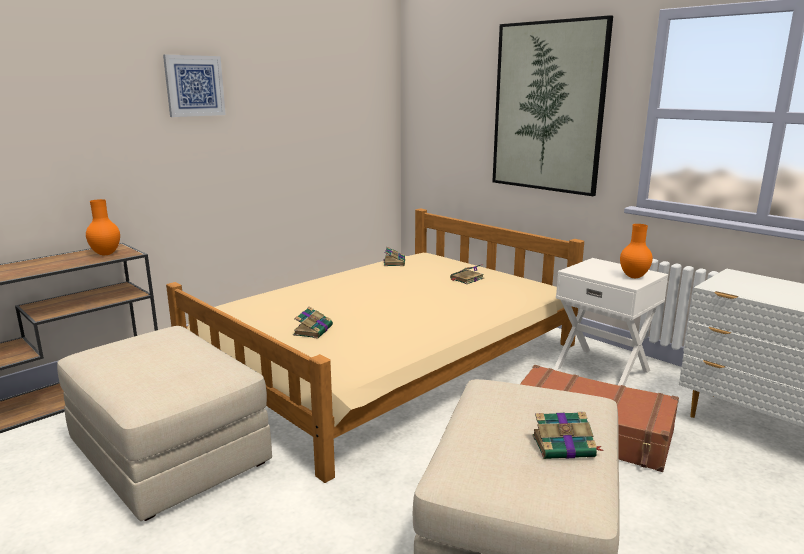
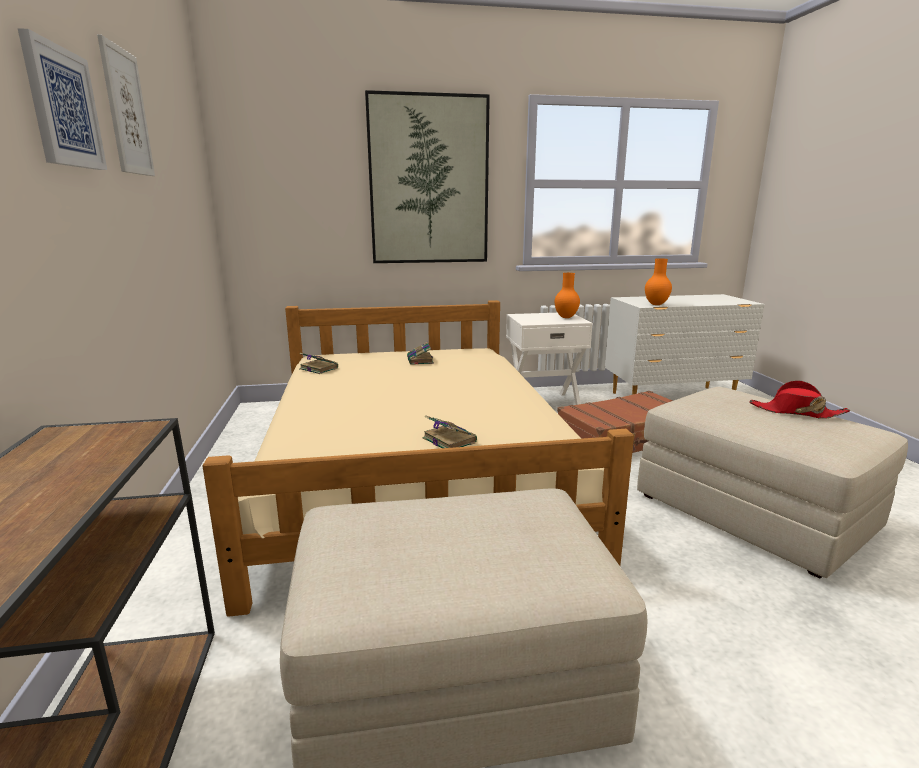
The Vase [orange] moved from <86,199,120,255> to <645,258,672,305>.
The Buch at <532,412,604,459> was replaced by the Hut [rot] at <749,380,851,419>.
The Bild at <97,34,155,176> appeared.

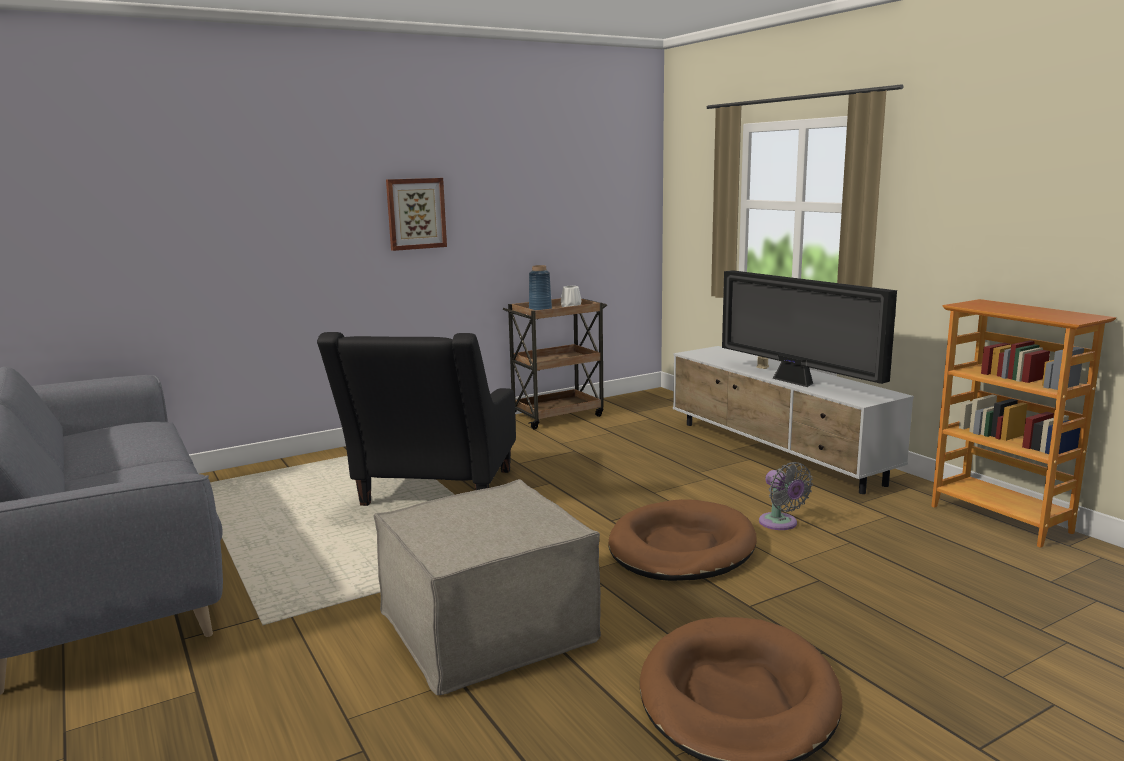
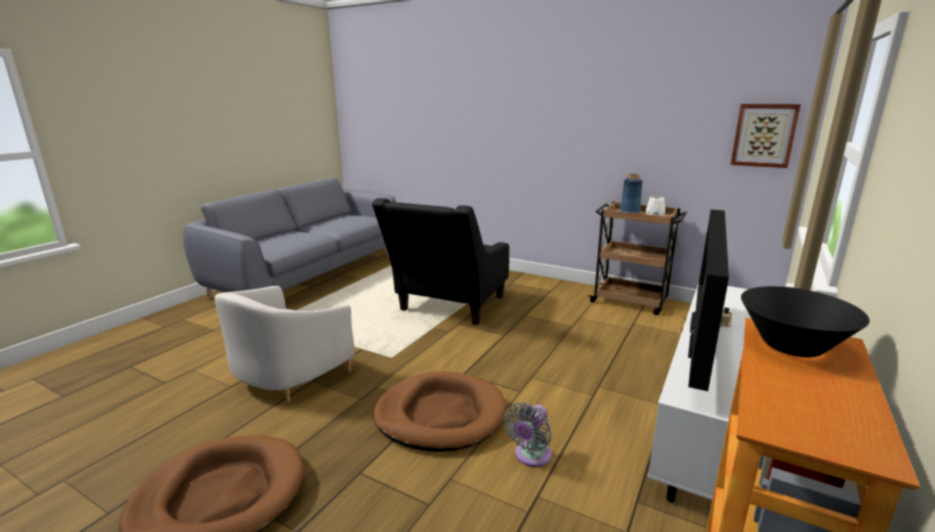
The Sessel [schwarz] at <317,332,516,506> turned 45 degrees counterclockwise.
The Polsterhocker [beige] at <374,479,601,695> was replaced by the Sessel [weiß] at <215,286,355,402>.
The Bild moved from <386,178,447,251> to <731,104,801,168>.
The Schüssel [schwarz] at <741,286,870,357> appeared.

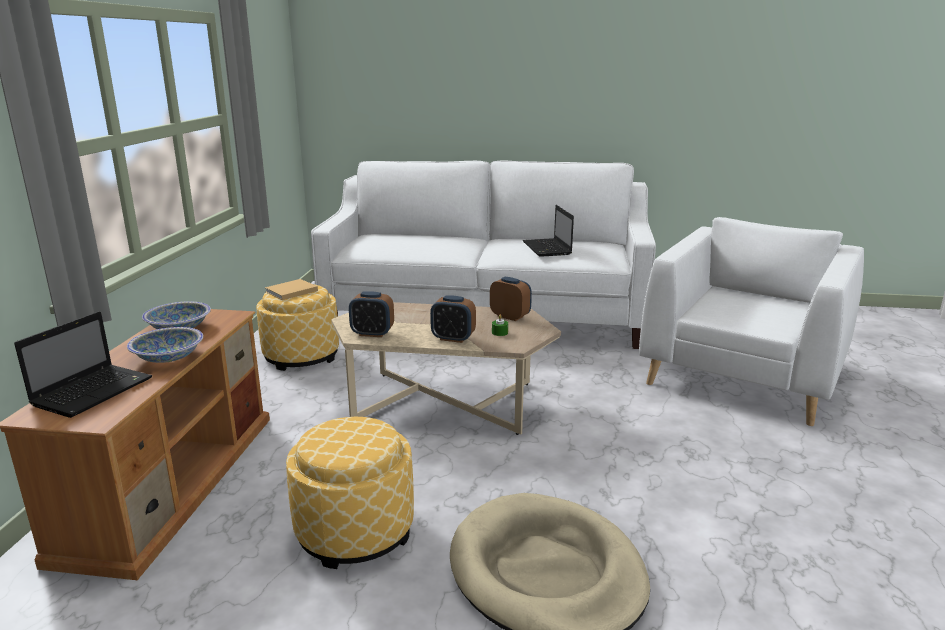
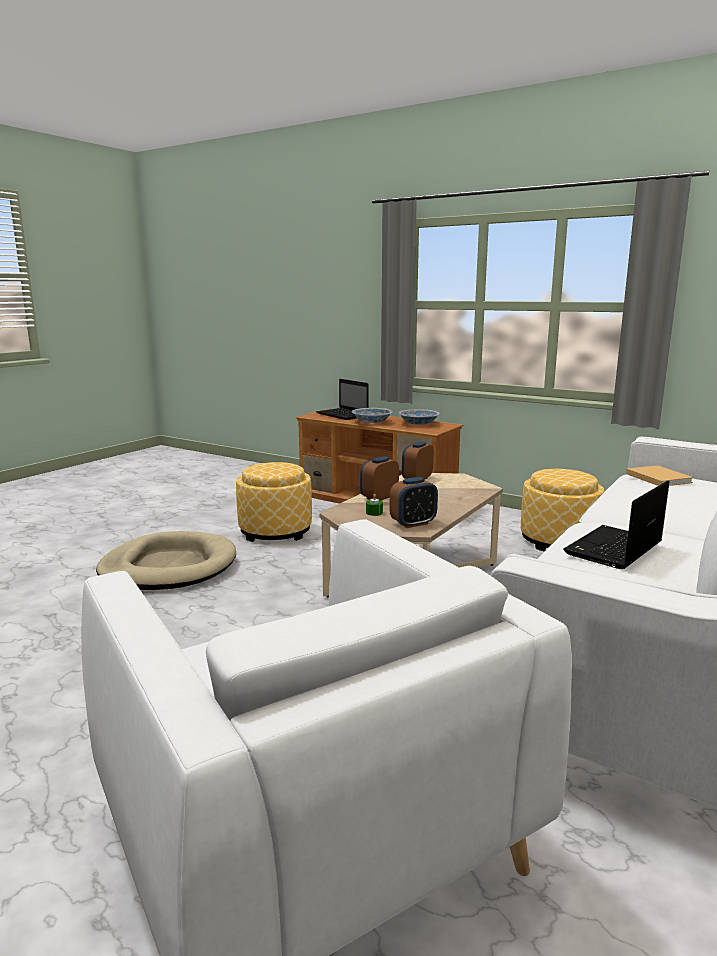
The Buch [beige] moved from <265,279,318,300> to <626,465,694,486>.
The Laptop at <523,205,574,257> turned 60 degrees counterclockwise.

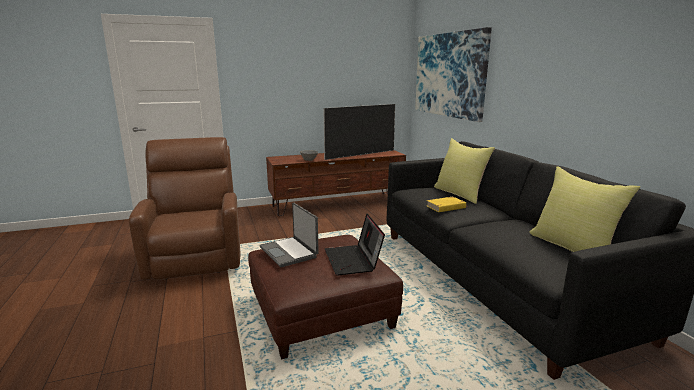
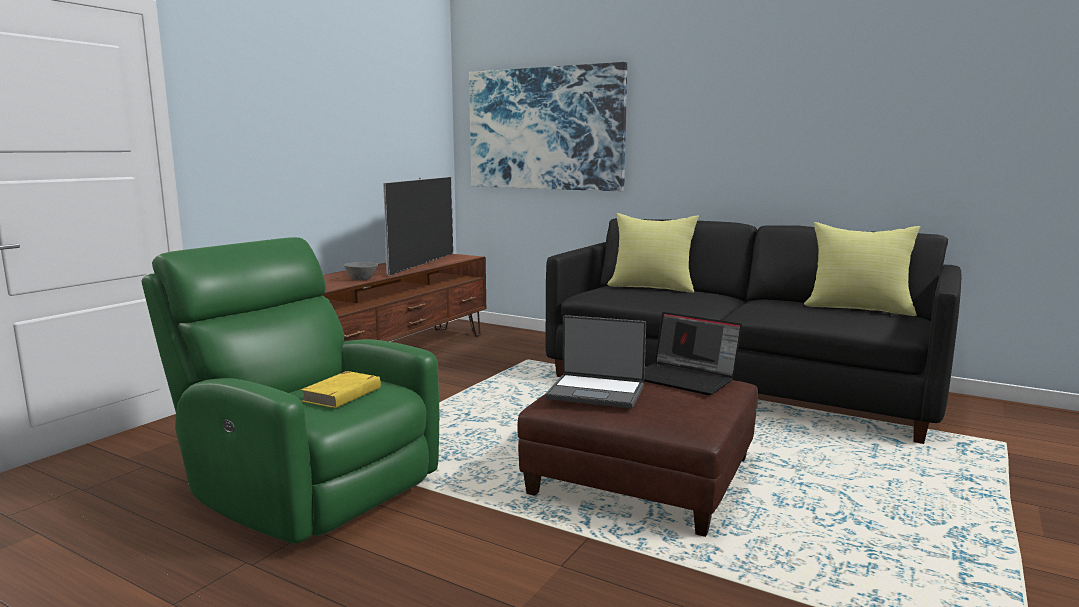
The Sessel [braun] at <129,137,241,280> became the Sessel [grün] at <141,237,439,543>.
The Buch [gelb] moved from <426,197,466,212> to <301,371,381,408>.

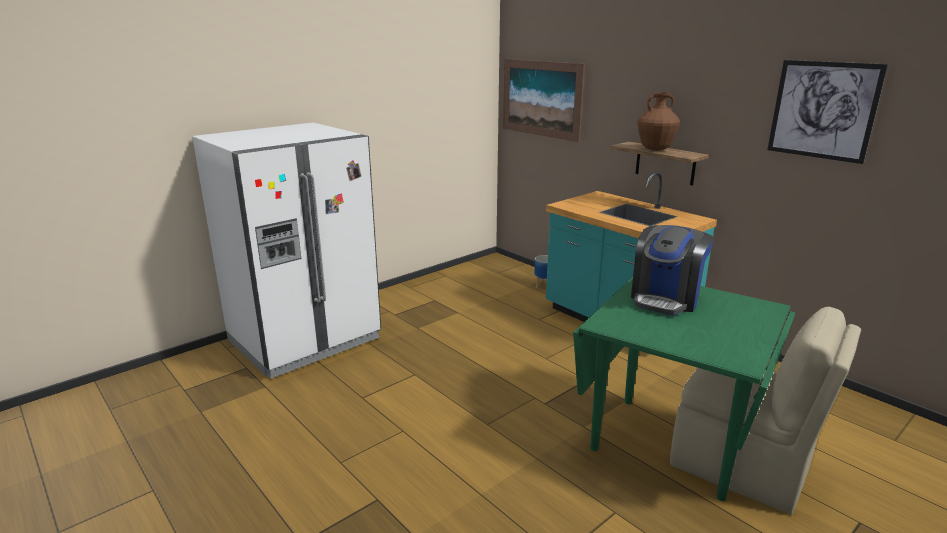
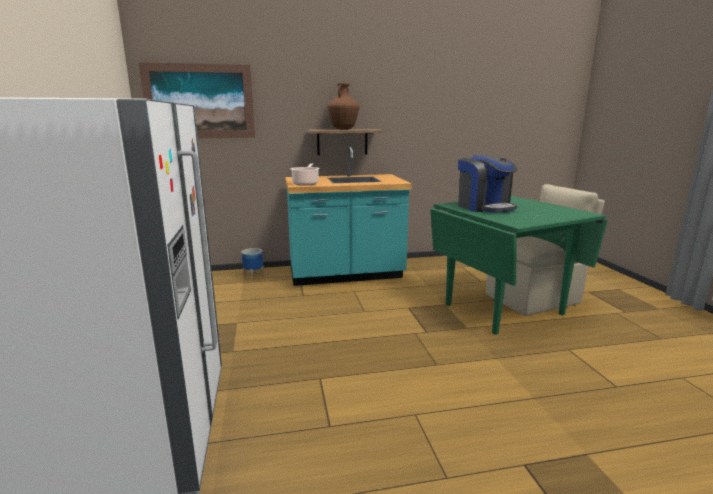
The Bild at <767,60,888,164> disappeared.
The Kochtopf at <291,164,320,186> appeared.

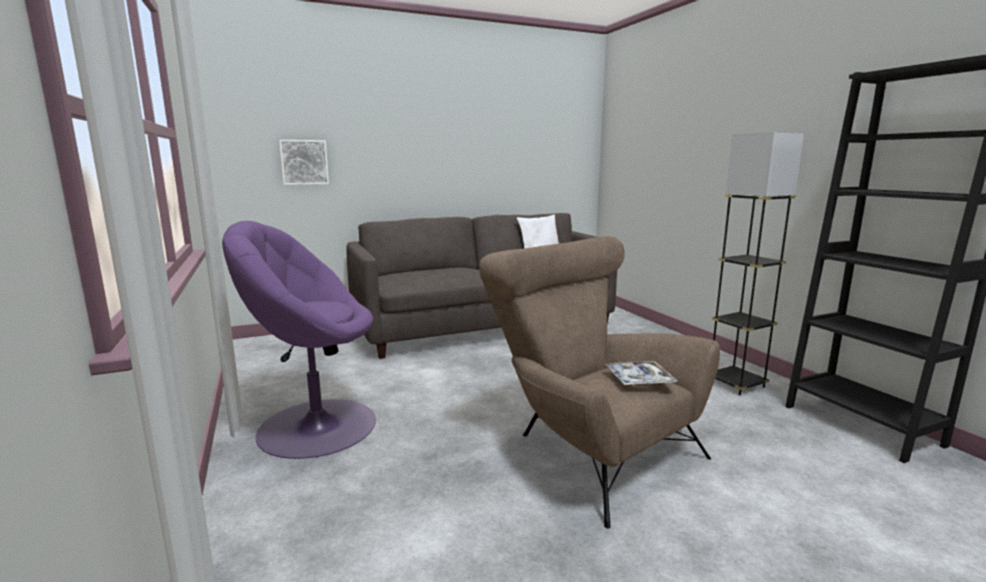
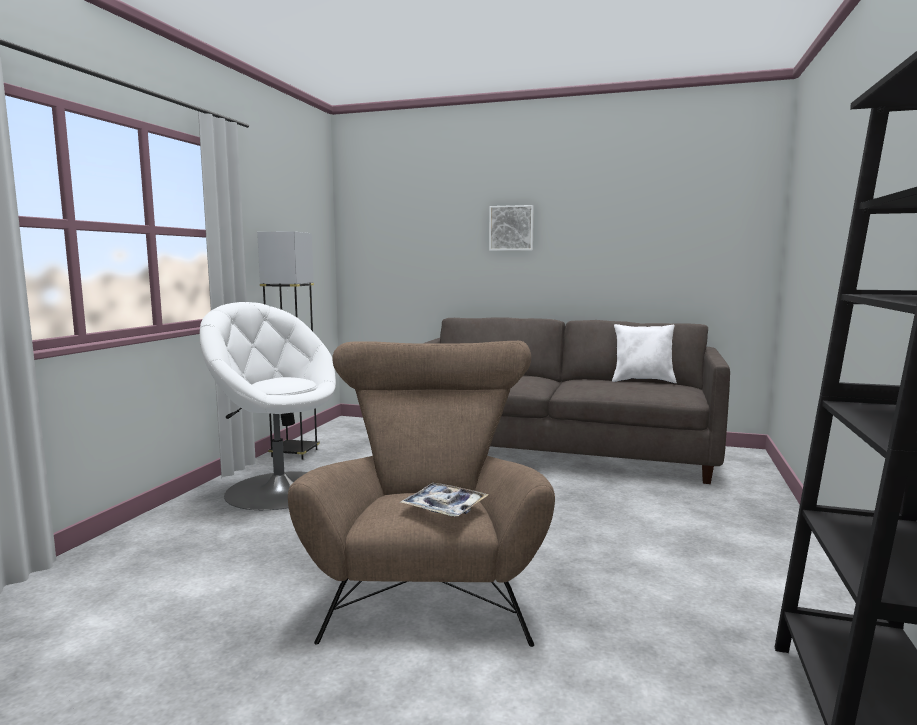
The Sessel [lila] at <222,221,376,459> became the Sessel [weiß] at <200,302,336,510>.
The Bild moved from <279,140,329,185> to <489,205,534,251>.
The Stehlampe [grau] moved from <712,133,804,395> to <257,231,320,460>.

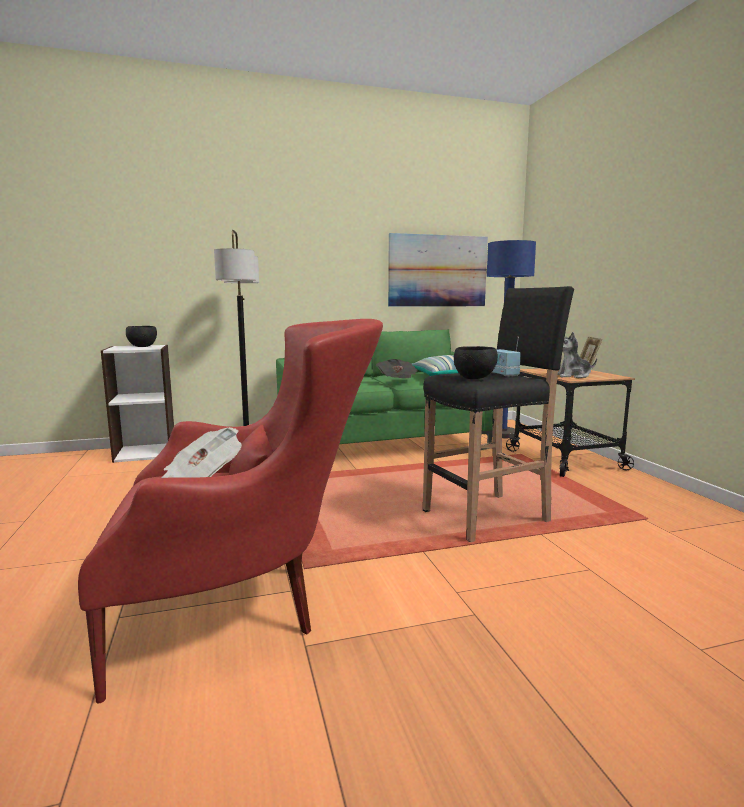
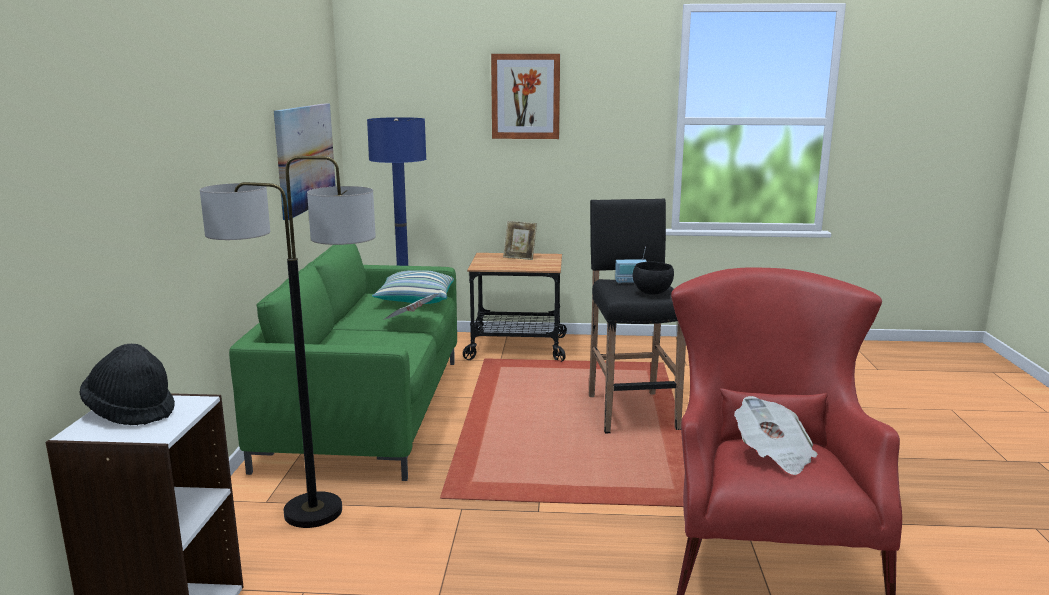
The Schüssel [schwarz] at <126,326,157,347> was replaced by the Hut [schwarz] at <79,344,175,425>.
The Plüschtier at <558,332,597,378> disappeared.
The Bild at <491,54,560,139> appeared.

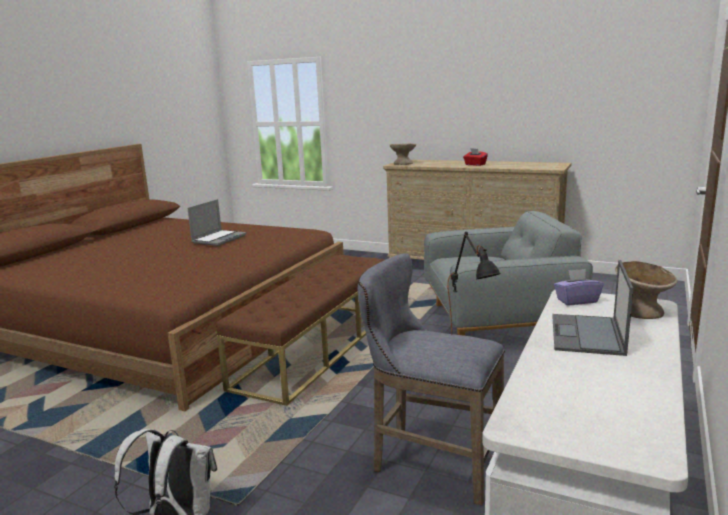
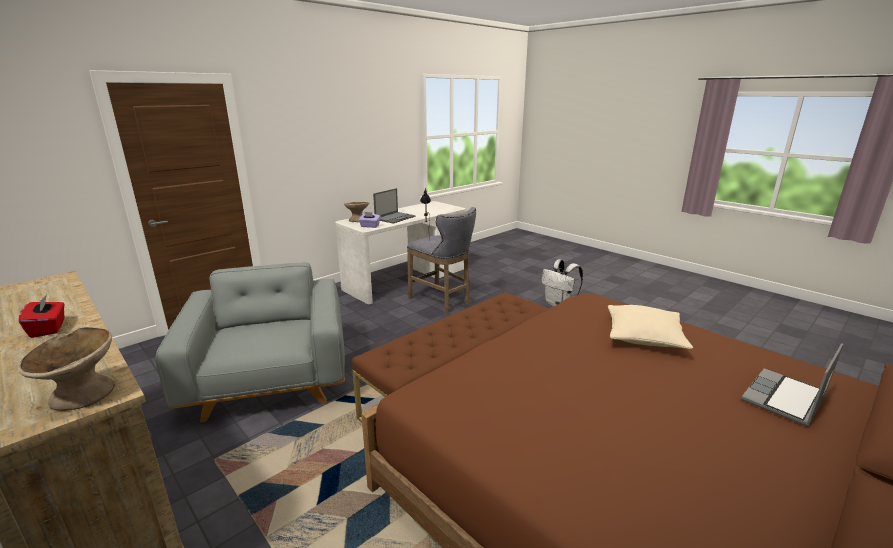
The Laptop moved from <187,199,246,246> to <741,343,843,426>.
The Sessel [grau] at <424,211,593,336> turned 60 degrees clockwise.
The Kissen [beige] at <608,305,693,349> appeared.

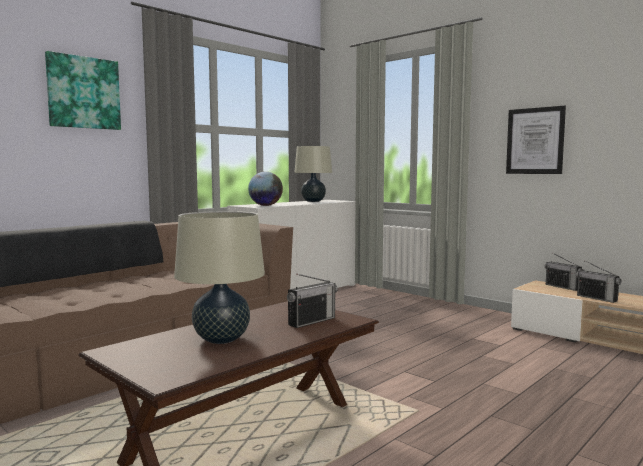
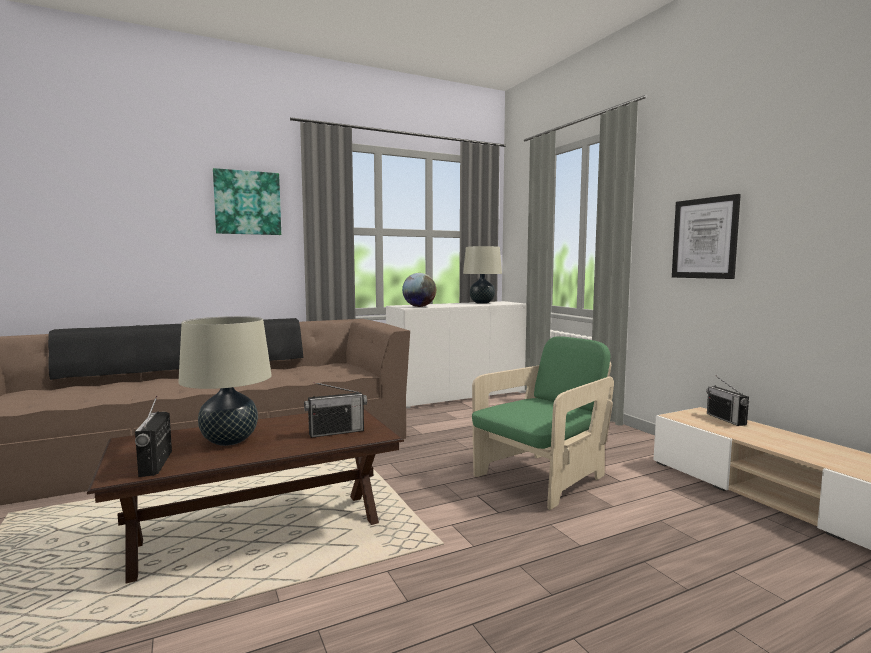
The Radio moved from <576,262,621,303> to <135,396,172,477>.
The Sessel [grün] at <472,336,614,510> appeared.

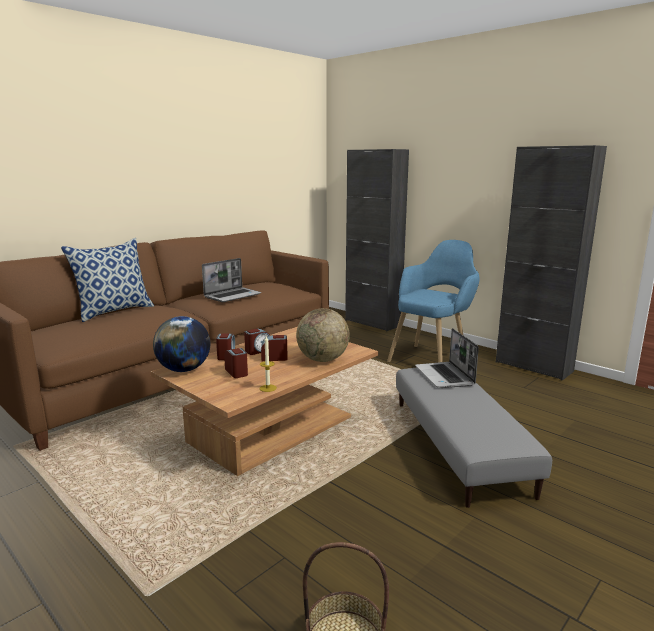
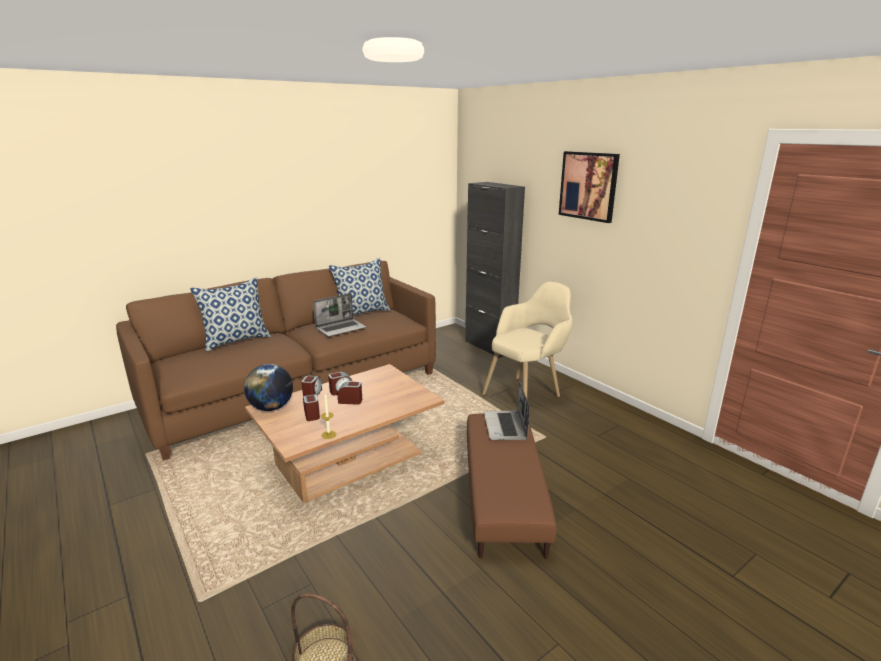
The Globus at <296,308,350,362> disappeared.
The Sessel [blau] at <387,240,479,363> became the Sessel [beige] at <482,282,572,398>.
The Polsterhocker [grau] at <396,368,552,508> became the Polsterhocker [braun] at <467,413,557,559>.
The Schrank [schwarz] at <496,145,607,381> disappeared.
The Kissen at <329,258,390,315> appeared.
The Bild at <559,151,620,223> appeared.

